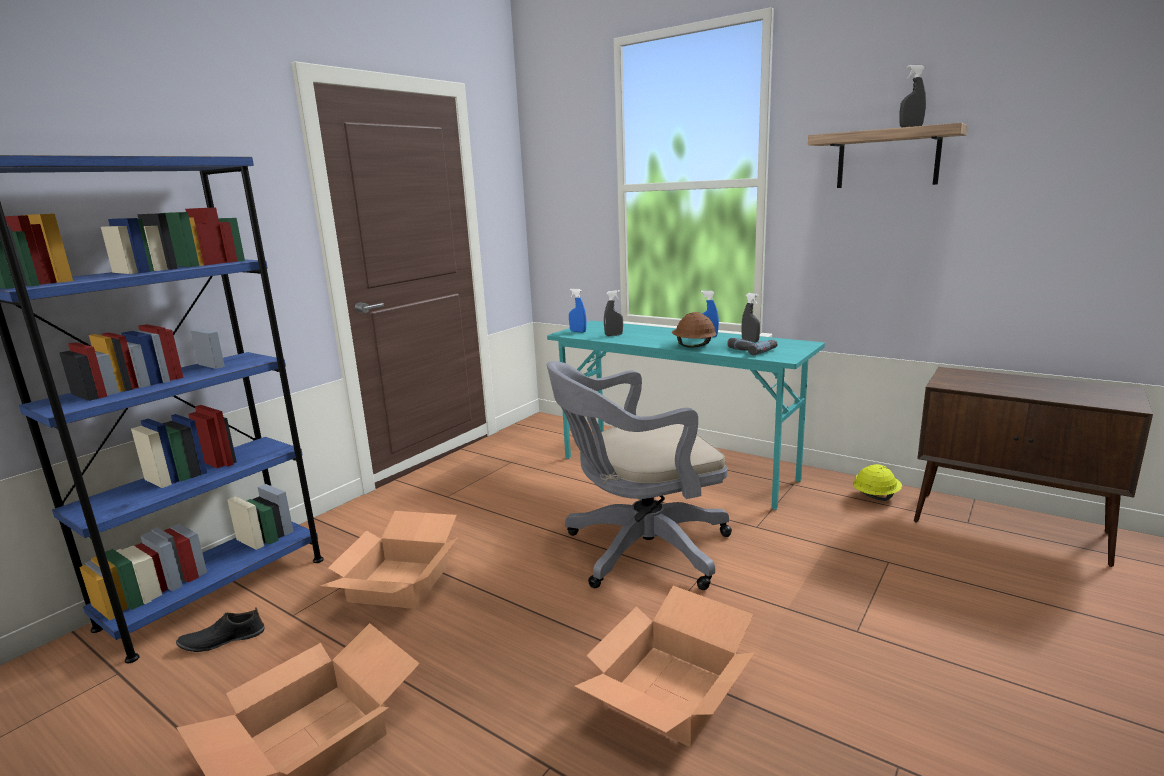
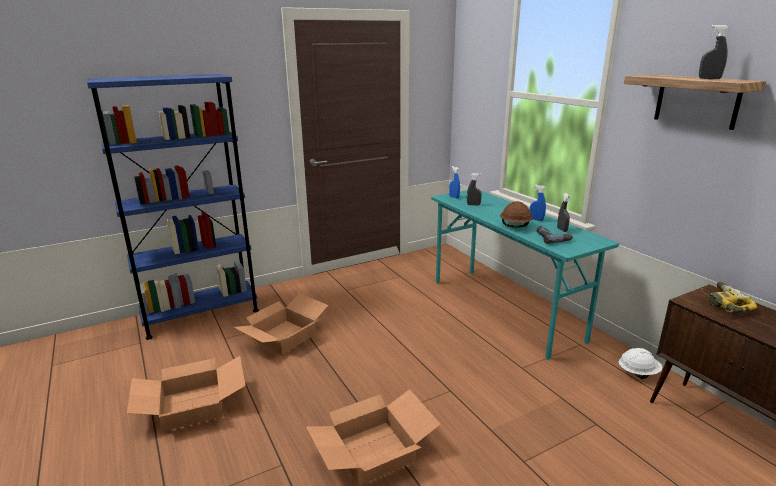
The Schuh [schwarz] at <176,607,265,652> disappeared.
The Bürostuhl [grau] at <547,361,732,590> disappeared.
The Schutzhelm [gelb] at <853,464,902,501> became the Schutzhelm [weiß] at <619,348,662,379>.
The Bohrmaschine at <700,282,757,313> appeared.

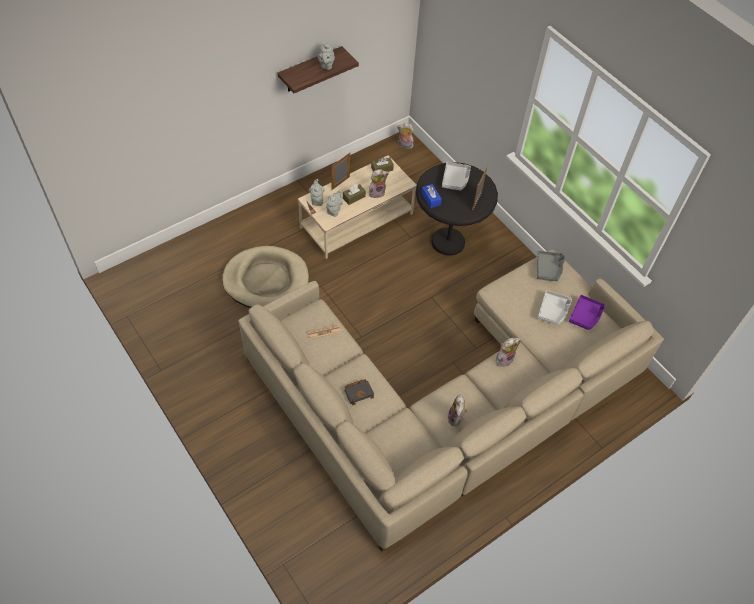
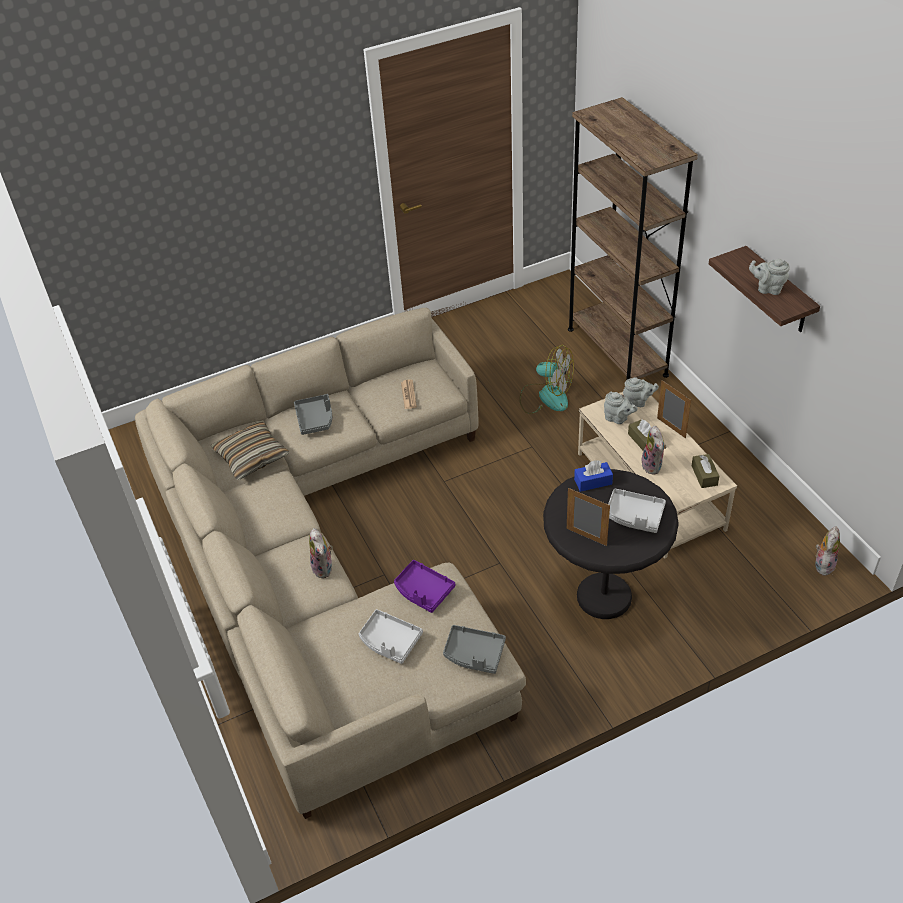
The Hundebett [beige] at <222,246,309,308> was replaced by the Ventilator at <519,345,574,414>.
The Buch [schwarz] at <344,379,374,405> was replaced by the Tablett [grau] at <294,394,332,435>.
The Plüschtier at <447,394,468,426> disappeared.
The Tablett [lila] moved from <569,295,605,330> to <394,560,455,613>.
The Kissen at <211,421,289,480> appeared.
The Bücherregal [braun] at <568,97,698,380> appeared.

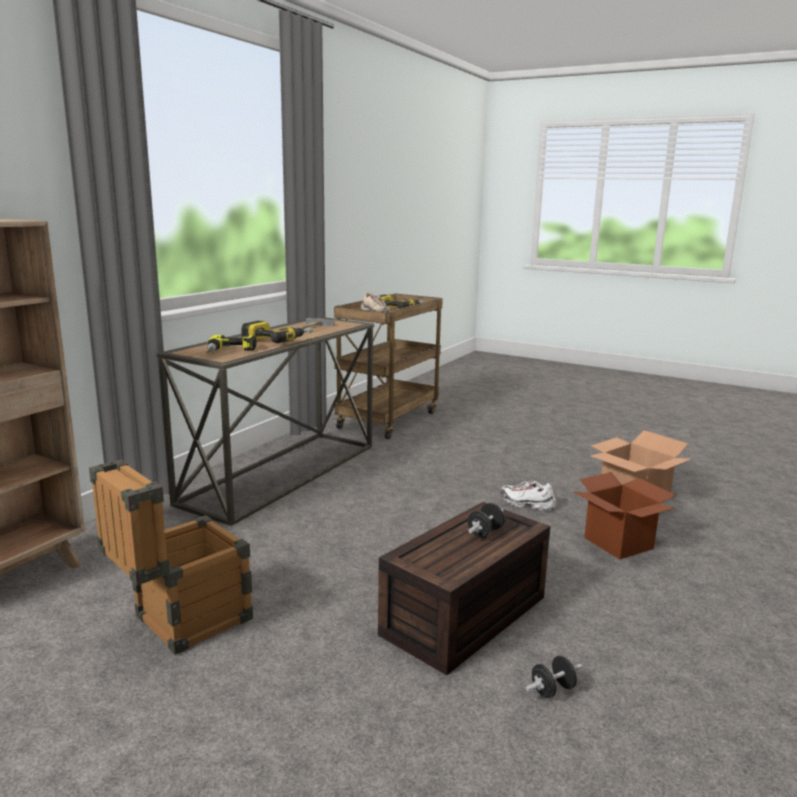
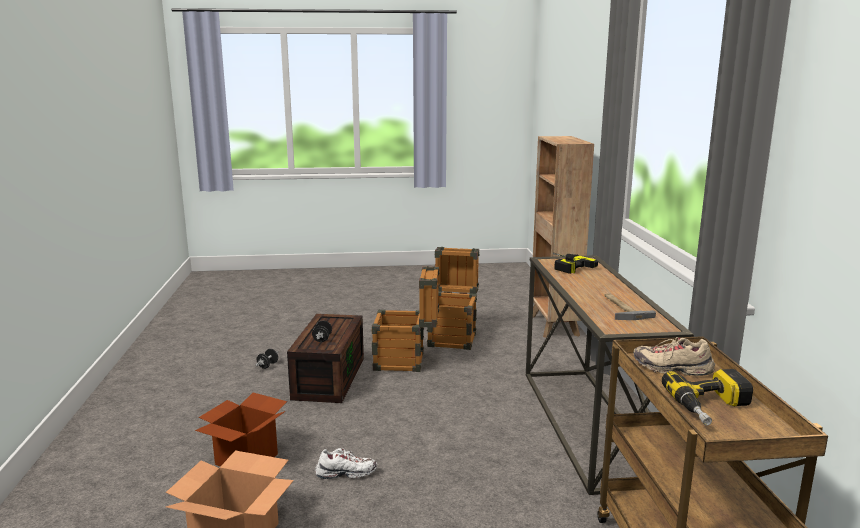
The Bohrmaschine at <241,321,313,344> disappeared.
The Kiste at <371,266,439,372> appeared.

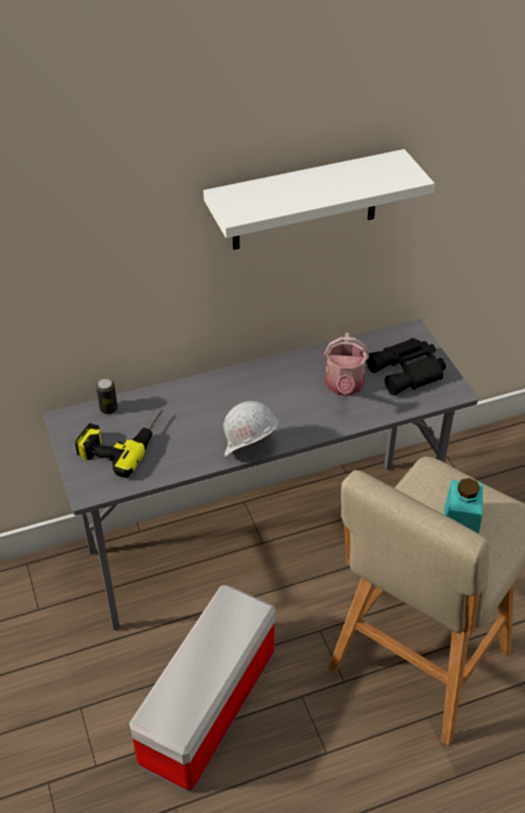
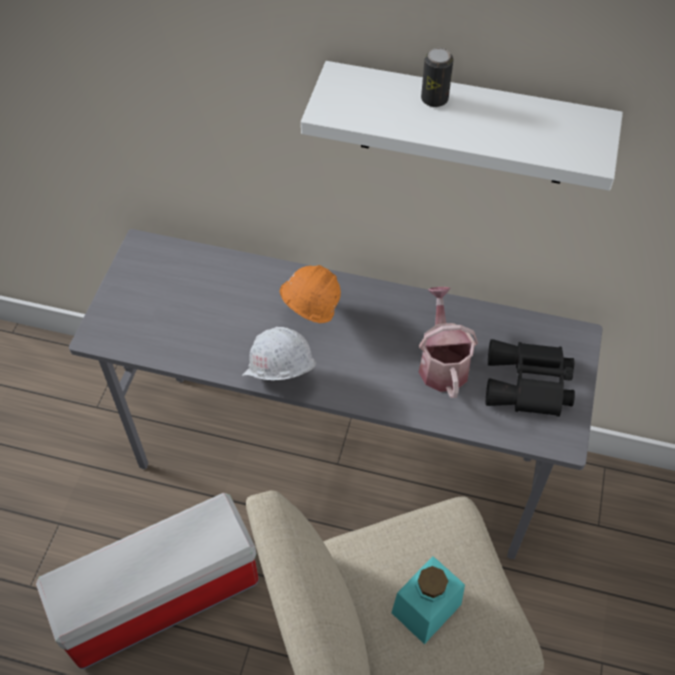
The Bohrmaschine at <75,410,163,478> disappeared.
The Dose moved from <96,378,118,414> to <421,48,453,107>.
The Gießkanne at <324,333,369,396> turned 135 degrees clockwise.
The Schutzhelm [orange] at <280,265,341,323> appeared.

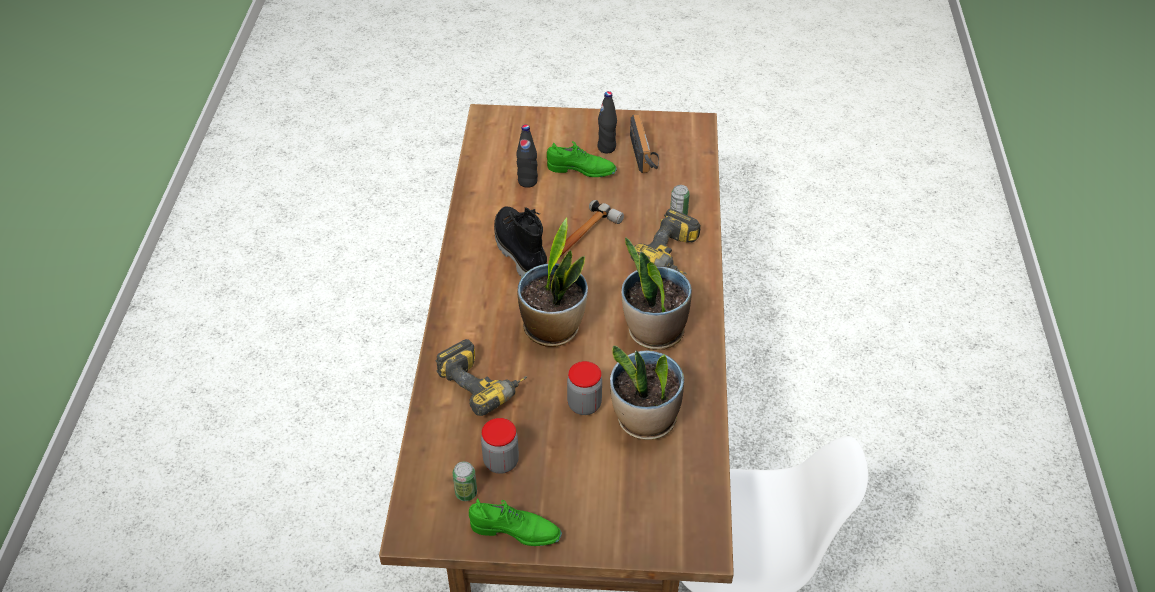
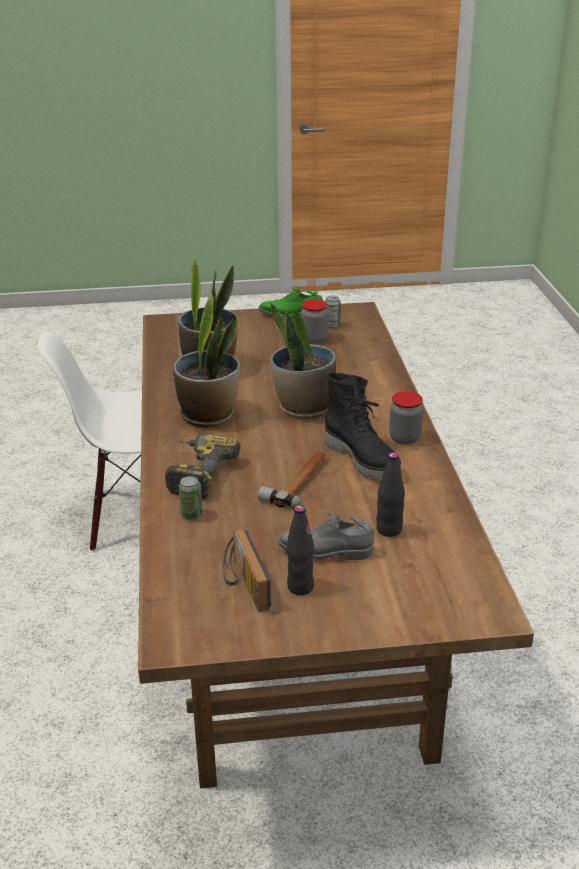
The Bohrmaschine at <435,339,527,416> disappeared.
The Schuh [grün] at <547,141,617,177> became the Schuh [grau] at <278,514,374,560>.
The Vorratsglas moved from <567,361,602,415> to <389,391,423,445>.

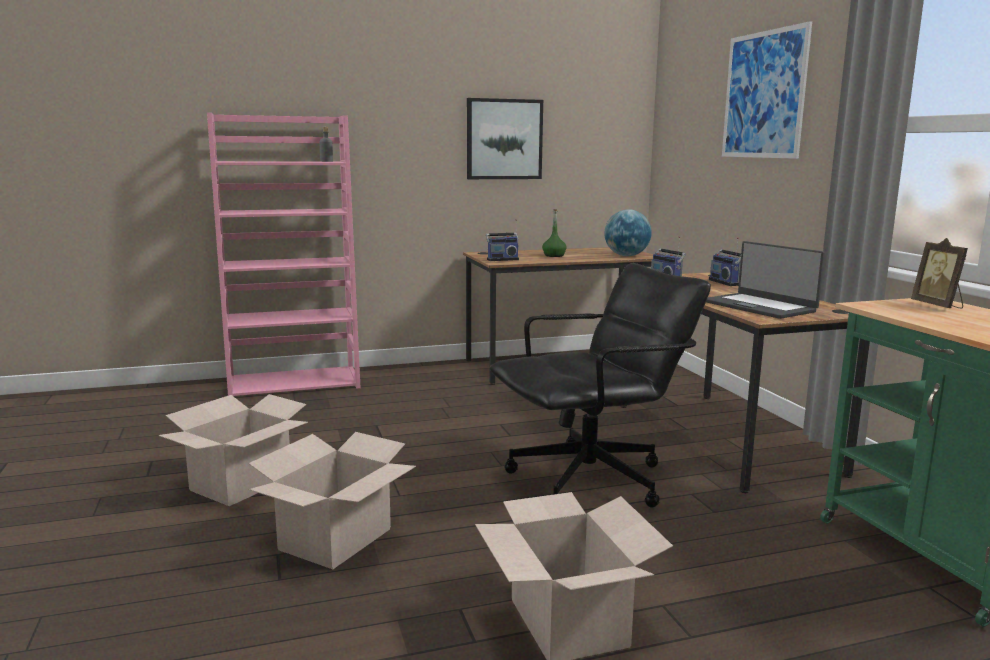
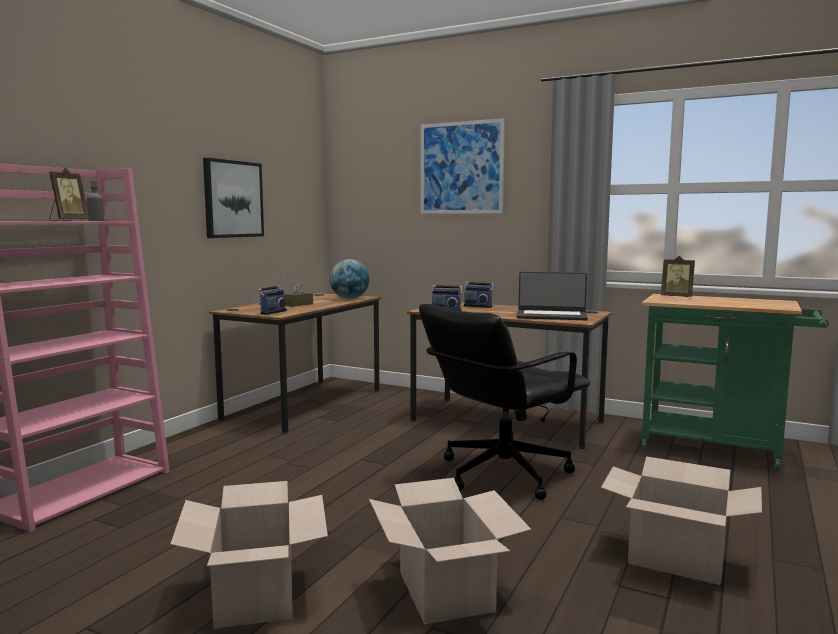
The Bürostuhl [schwarz] at <490,263,711,508> turned 150 degrees counterclockwise.
The Flasche [grün] at <542,209,567,257> was replaced by the Taschentuchbox [braun] at <284,283,313,307>.
The Bilderrahmen at <49,168,89,221> appeared.

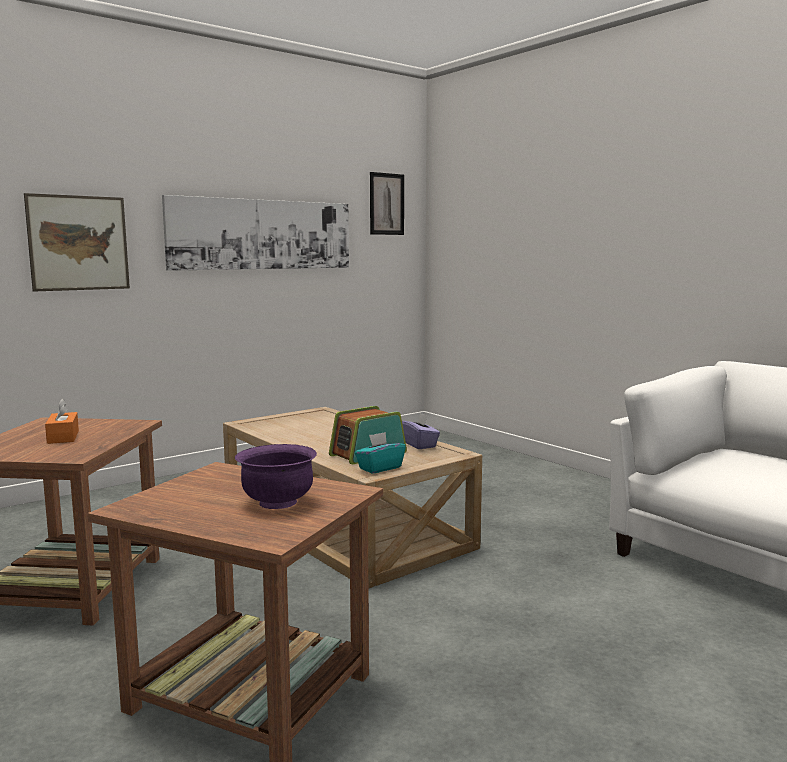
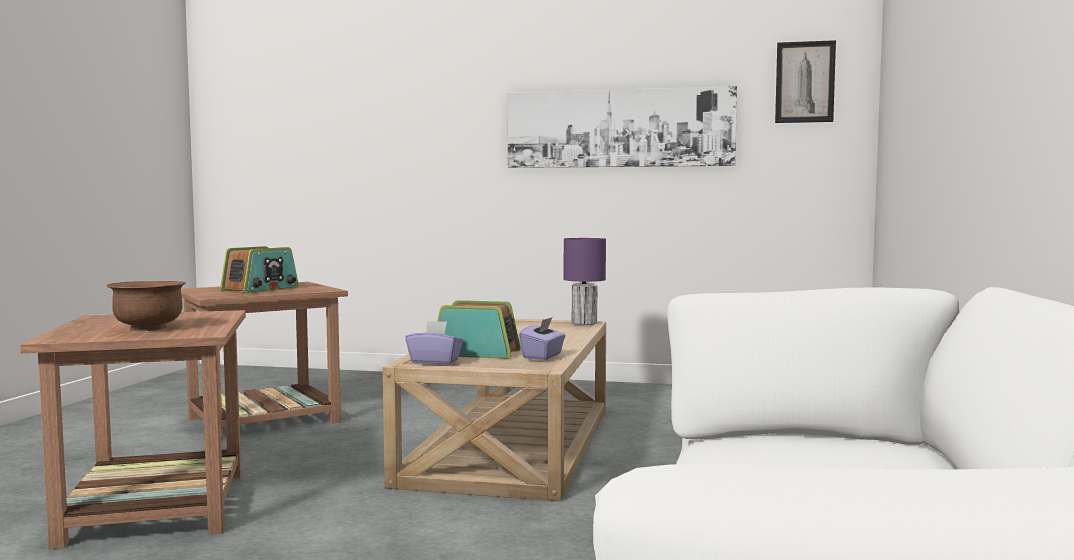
The Bild at <24,193,130,292> disappeared.
The Taschentuchbox [orange] at <45,398,79,444> was replaced by the Radio at <220,246,299,294>.
The Schüssel [lila] at <235,444,317,509> became the Schüssel [braun] at <107,281,186,331>.
The Taschentuchbox [türkis] at <355,432,406,474> became the Taschentuchbox [lila] at <405,321,463,364>.
The Tischlampe [lila] at <564,238,606,325> appeared.

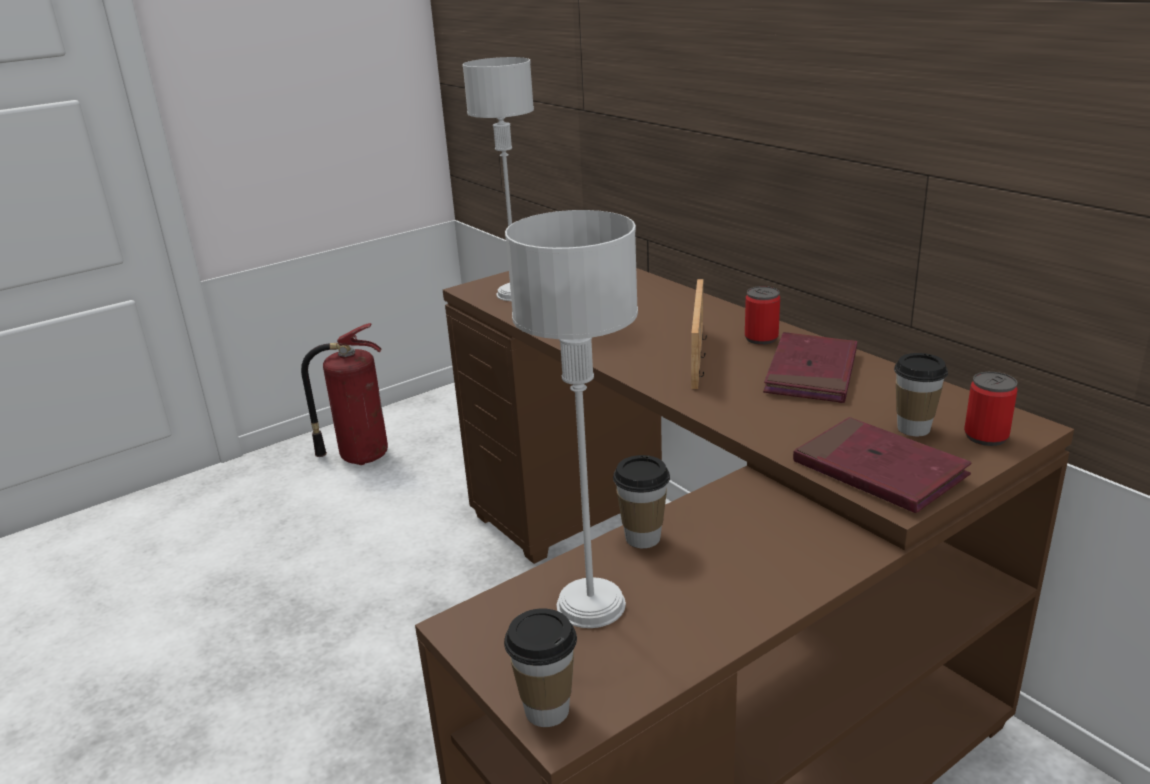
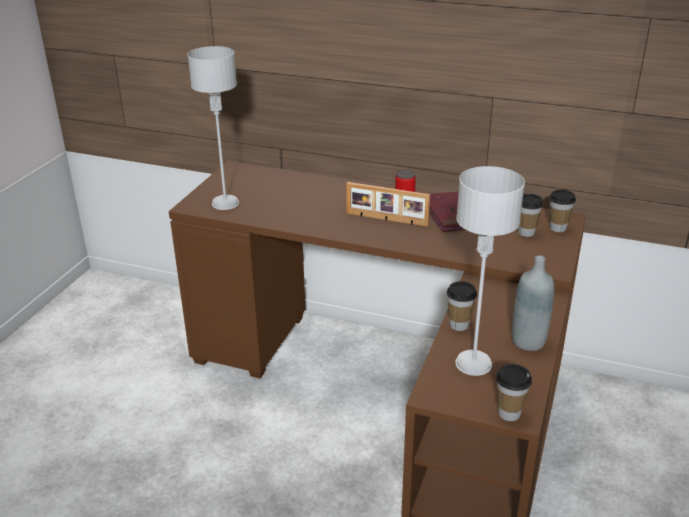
The Feuerlöscher at <301,323,388,465> disappeared.
The Bilderrahmen at <691,279,707,389> turned 135 degrees clockwise.
The Buch [rot] at <793,417,972,513> disappeared.
The Dose at <964,372,1018,446> was replaced by the Tasse at <549,189,576,232>.
The Flasche [grau] at <512,256,554,351> appeared.

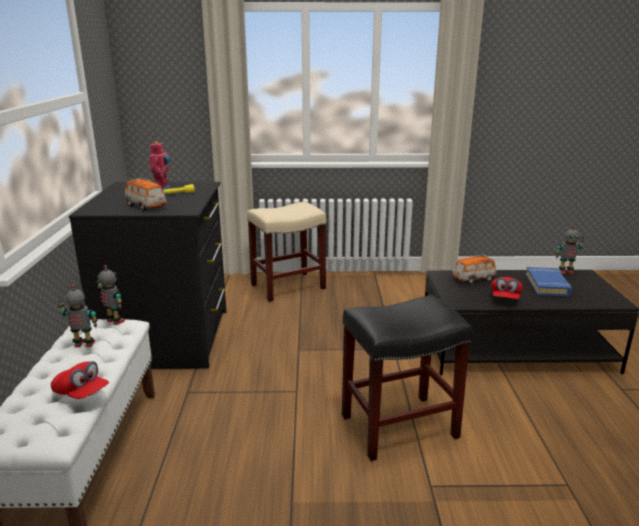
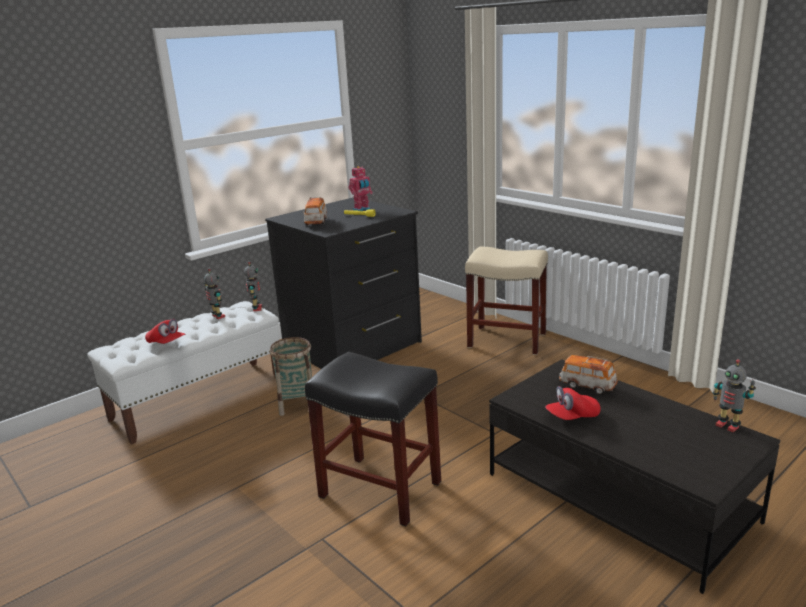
The Kappe [rot] at <51,361,109,399> turned 45 degrees counterclockwise.
The Buch [blau] at <526,267,572,297> disappeared.
The Korb at <270,337,312,416> appeared.

